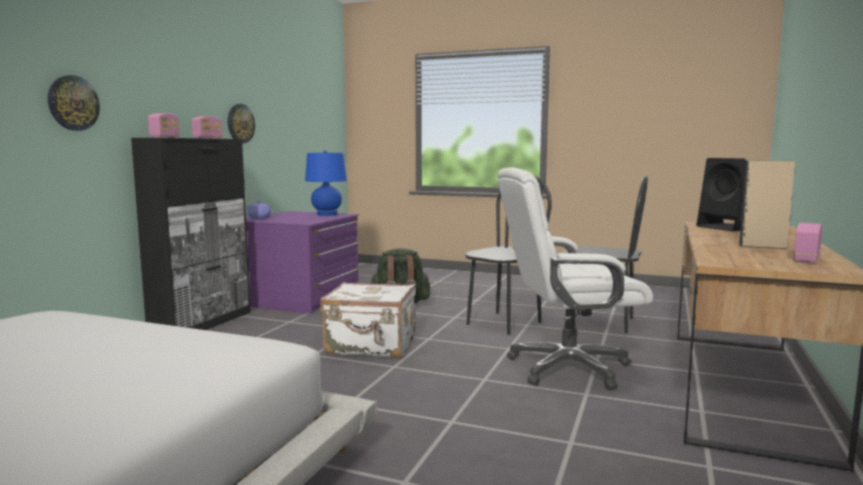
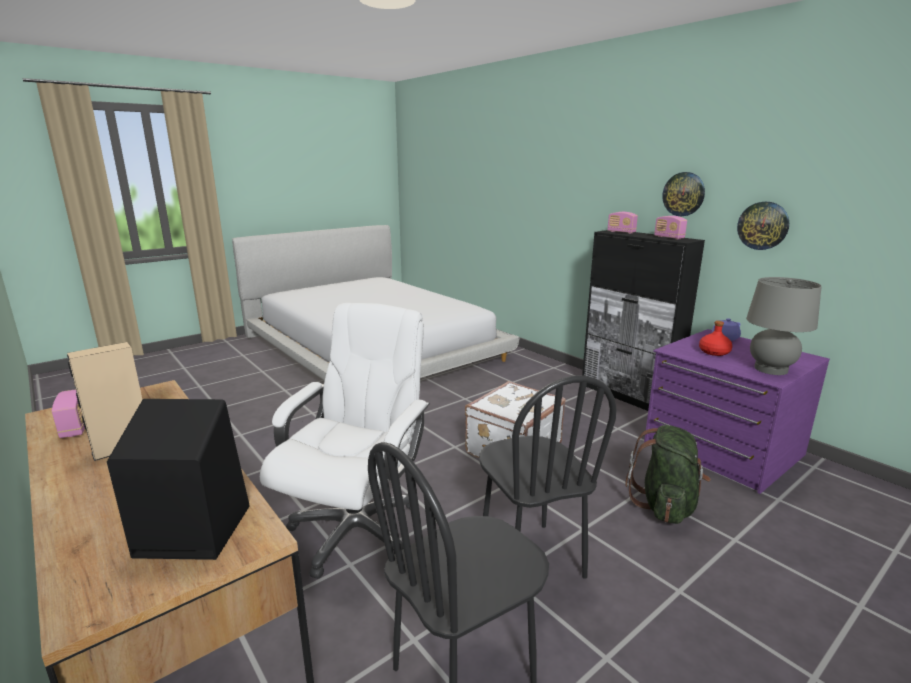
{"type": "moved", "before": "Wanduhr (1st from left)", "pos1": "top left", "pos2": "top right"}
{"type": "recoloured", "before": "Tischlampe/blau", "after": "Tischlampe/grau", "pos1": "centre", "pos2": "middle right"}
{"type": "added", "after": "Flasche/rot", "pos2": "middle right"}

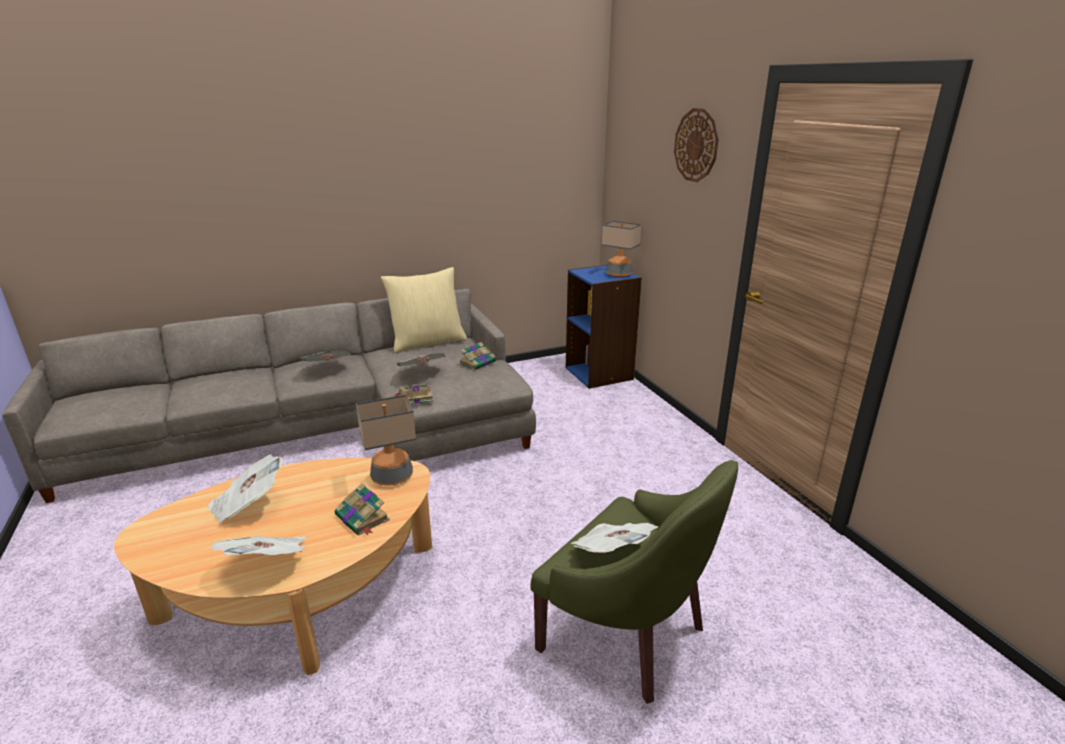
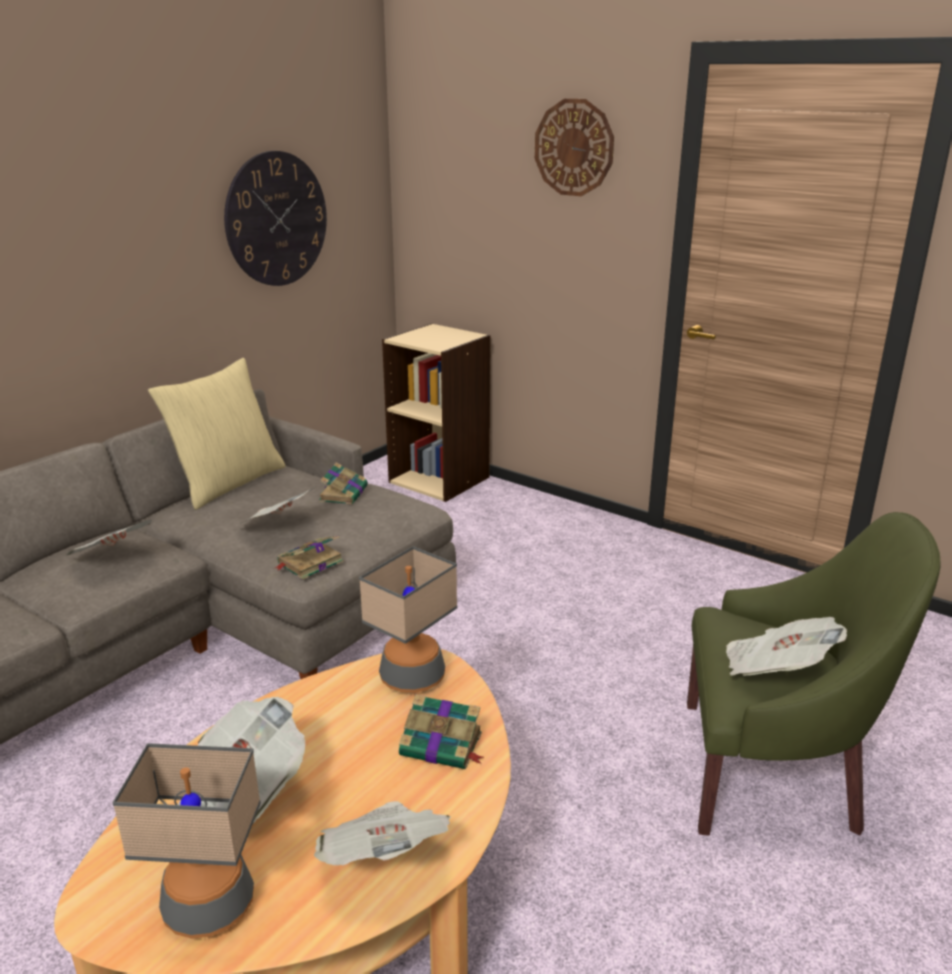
{"type": "moved", "before": "Tischlampe (2nd from left in the first image)", "after": "Tischlampe (1st from left)", "pos1": "centre", "pos2": "bottom left"}
{"type": "recoloured", "before": "Bücherregal/blau", "after": "Bücherregal/beige", "pos1": "centre", "pos2": "centre"}
{"type": "added", "after": "Wanduhr (1st from left)", "pos2": "top left"}

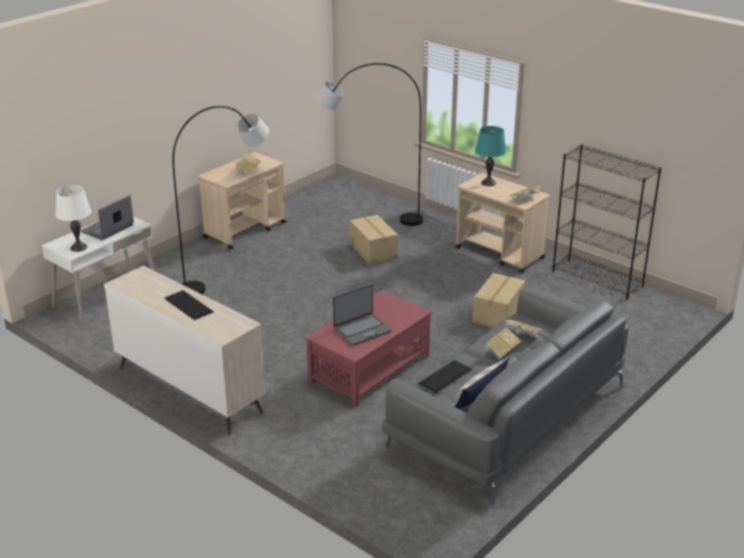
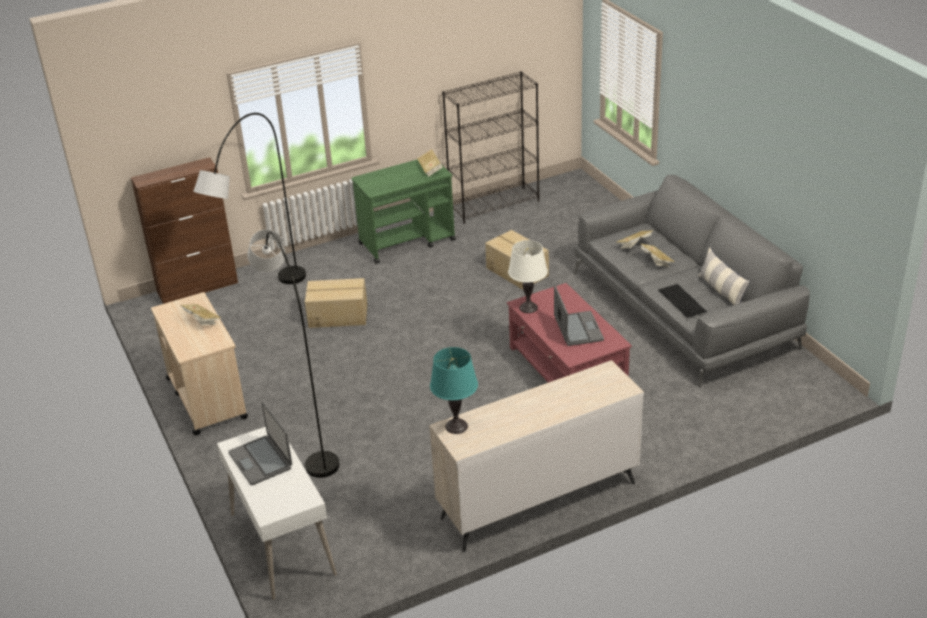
{"type": "moved", "before": "Tischlampe/türkis", "pos1": "top centre", "pos2": "centre"}
{"type": "recoloured", "before": "Rollwagen/beige (2nd from left)", "after": "Rollwagen/grün", "pos1": "middle right", "pos2": "centre"}
{"type": "moved", "before": "Tischlampe/weiß", "pos1": "middle left", "pos2": "centre"}
{"type": "removed", "before": "Tastatur (1st from left)", "pos1": "middle left"}
{"type": "added", "after": "Schrank/braun", "pos2": "middle left"}

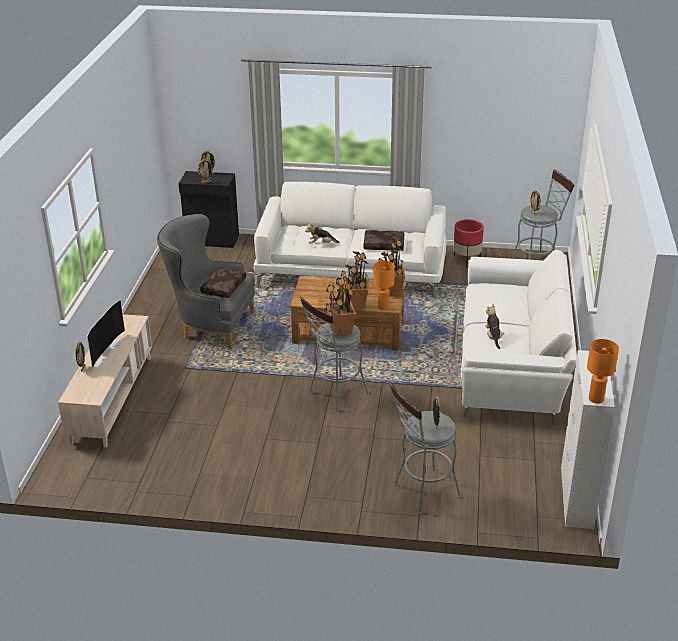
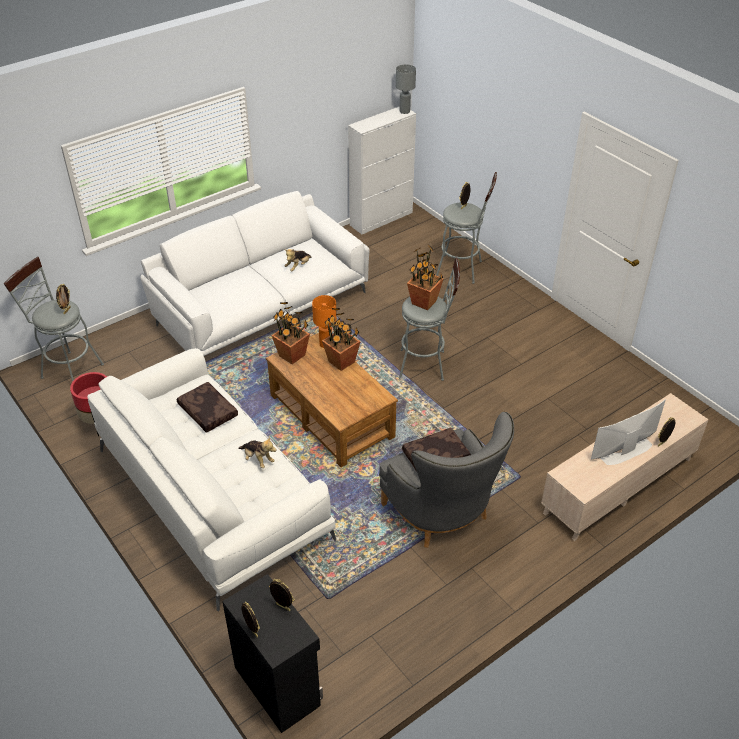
{"type": "recoloured", "before": "Tischlampe/orange (2nd from left)", "after": "Tischlampe/grau", "pos1": "middle right", "pos2": "top centre"}

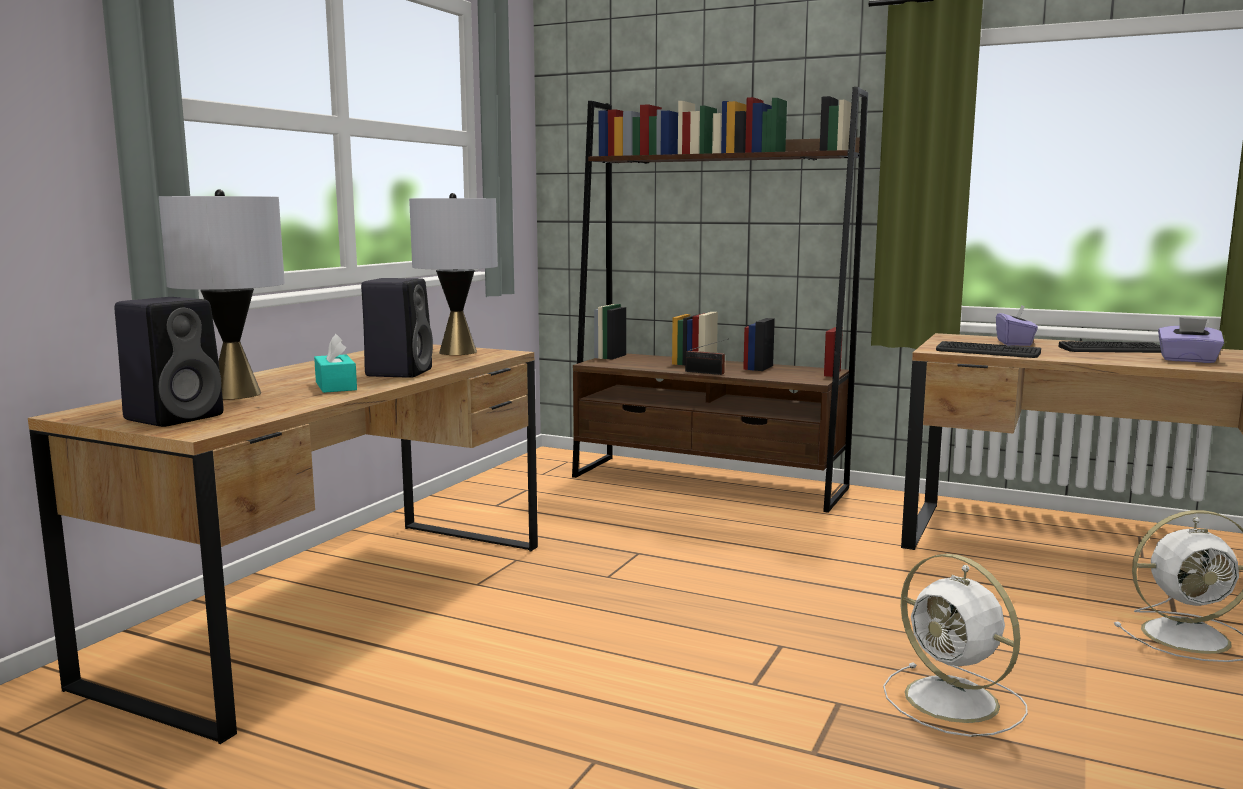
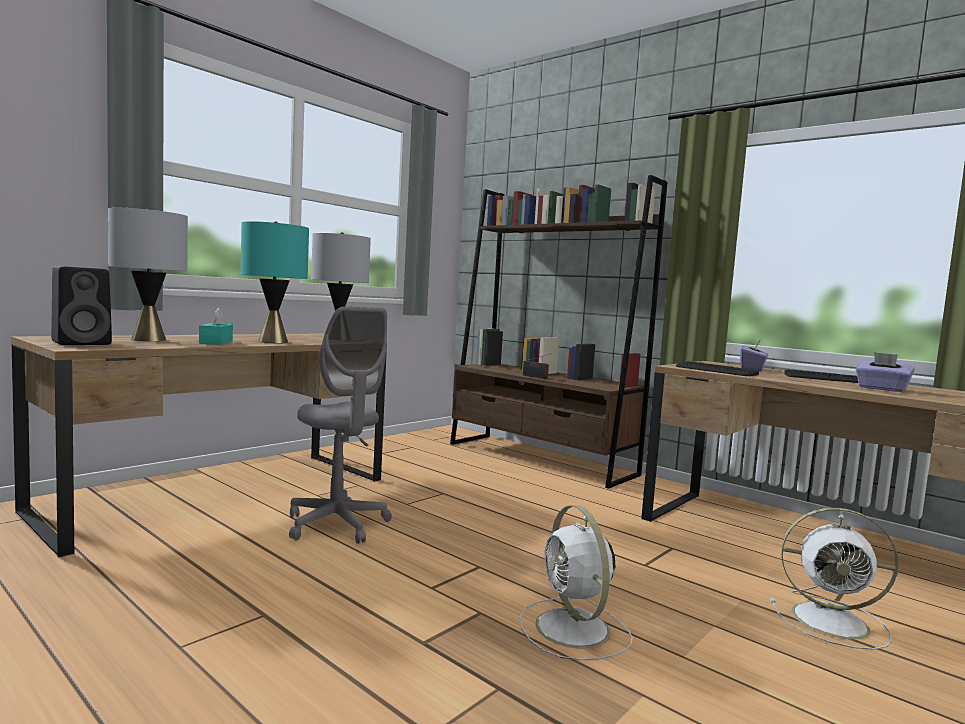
{"type": "replaced", "before": "Lautsprecher/schwarz (2nd from left)", "after": "Tischlampe/türkis", "pos1": "middle left", "pos2": "middle left"}
{"type": "added", "after": "Bürostuhl/grau", "pos2": "centre"}

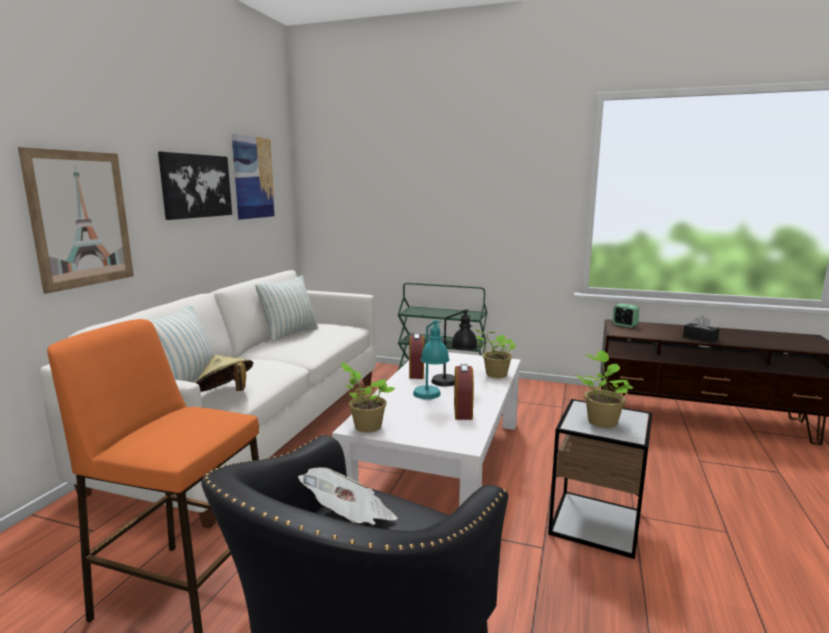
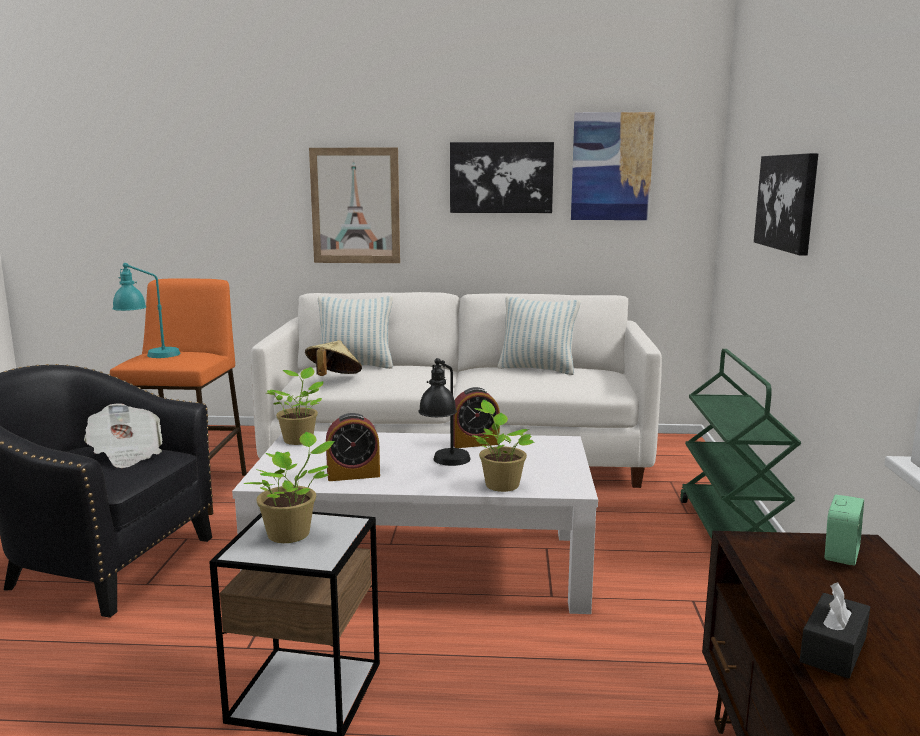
{"type": "moved", "before": "Tischlampe/türkis", "pos1": "centre", "pos2": "middle left"}
{"type": "added", "after": "Bild (4th from left)", "pos2": "top right"}

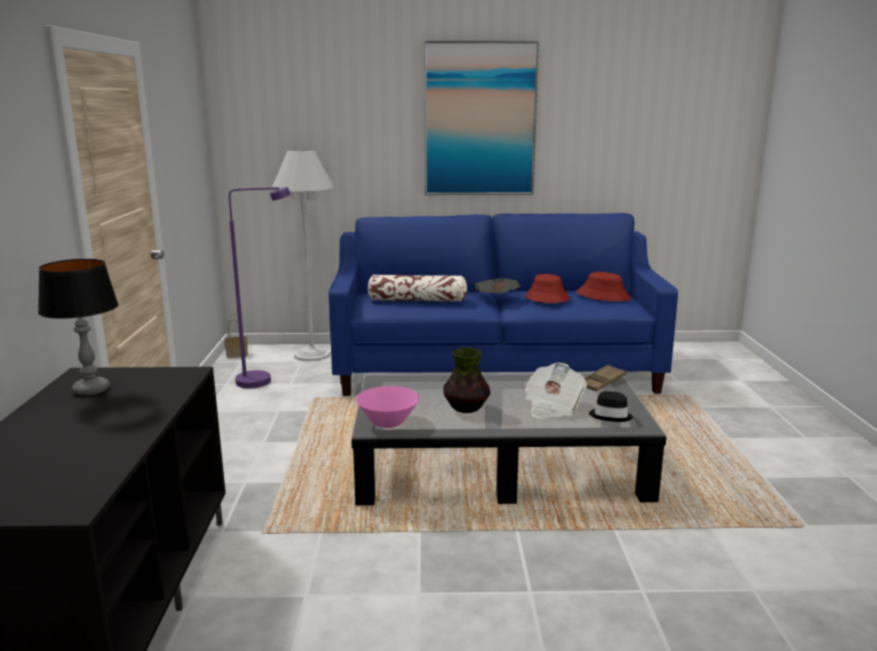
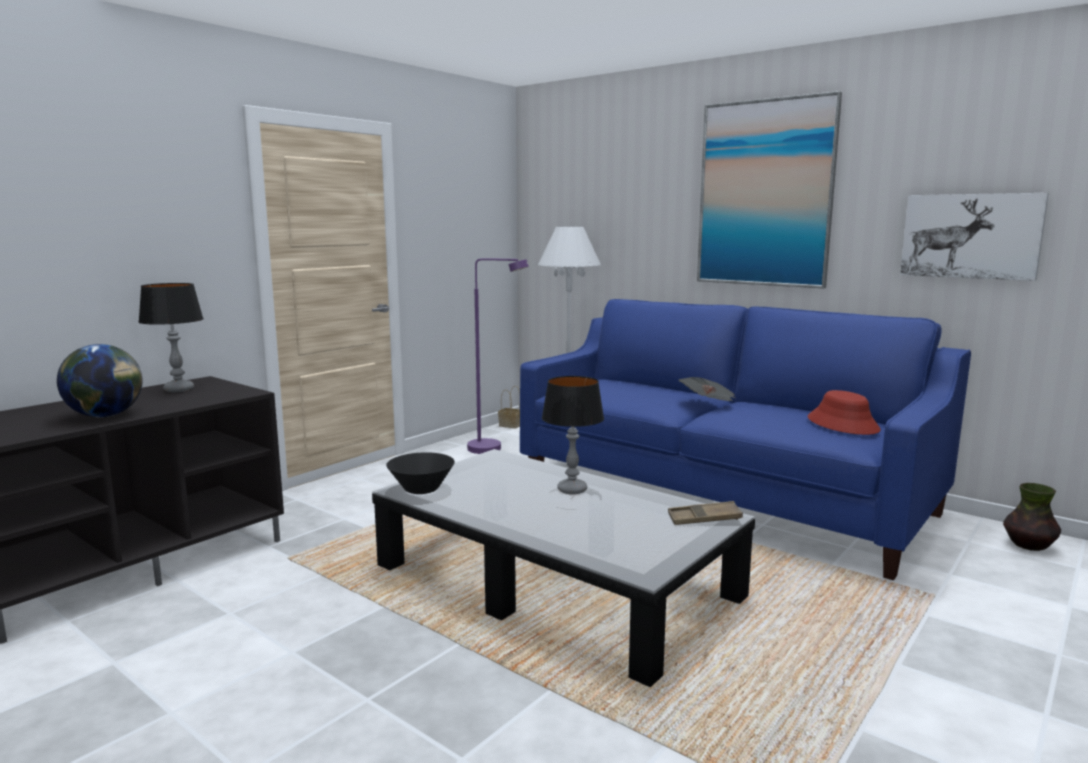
{"type": "removed", "before": "Kissen", "pos1": "centre"}
{"type": "removed", "before": "Hut/rot (1st from left)", "pos1": "centre"}
{"type": "moved", "before": "Vase", "pos1": "centre", "pos2": "bottom right"}
{"type": "removed", "before": "Zeitung (2nd from left)", "pos1": "centre"}
{"type": "recoloured", "before": "Schüssel/rosa", "after": "Schüssel/schwarz", "pos1": "centre", "pos2": "centre"}
{"type": "removed", "before": "Hut/schwarz", "pos1": "middle right"}
{"type": "added", "after": "Bild (2nd from left)", "pos2": "top right"}
{"type": "added", "after": "Globus", "pos2": "middle left"}
{"type": "added", "after": "Tischlampe (2nd from left)", "pos2": "centre"}

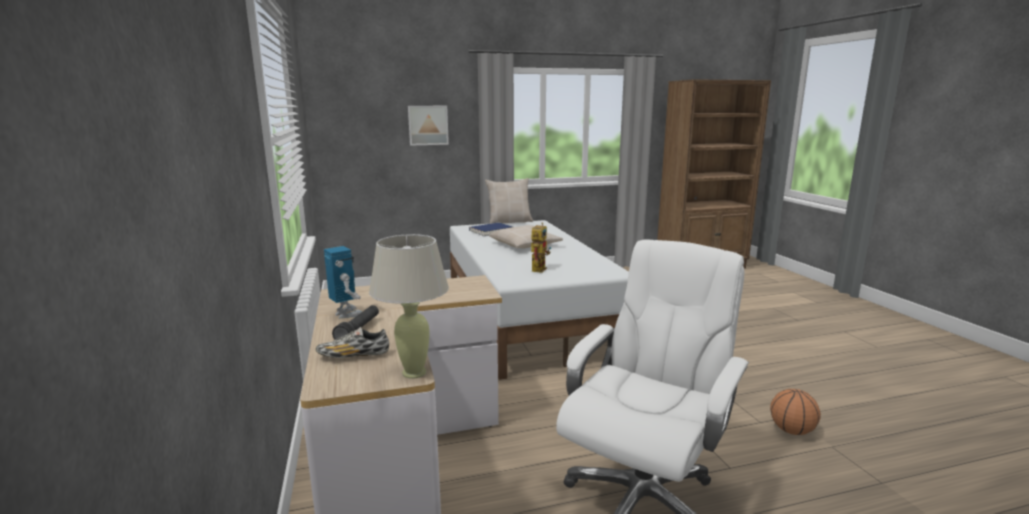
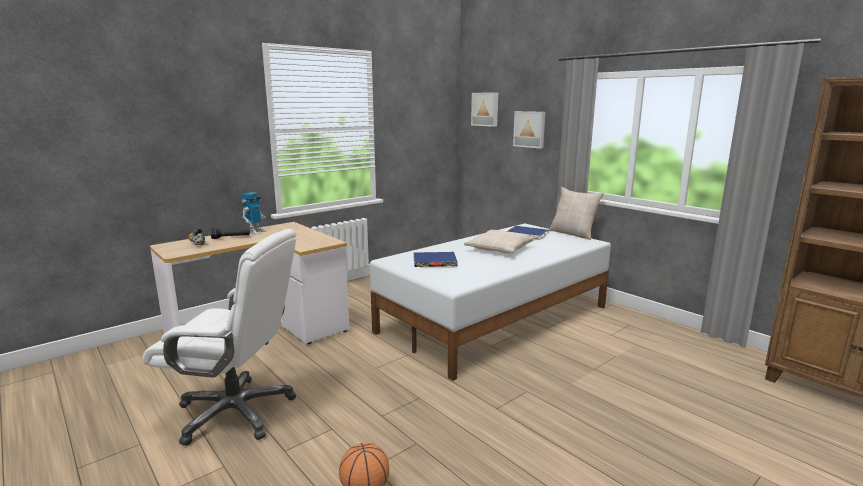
{"type": "replaced", "before": "Spielzeugroboter (2nd from left)", "after": "Buch/blau (1st from left)", "pos1": "centre", "pos2": "centre"}
{"type": "removed", "before": "Tischlampe/beige", "pos1": "centre"}
{"type": "added", "after": "Bild (1st from left)", "pos2": "top centre"}

